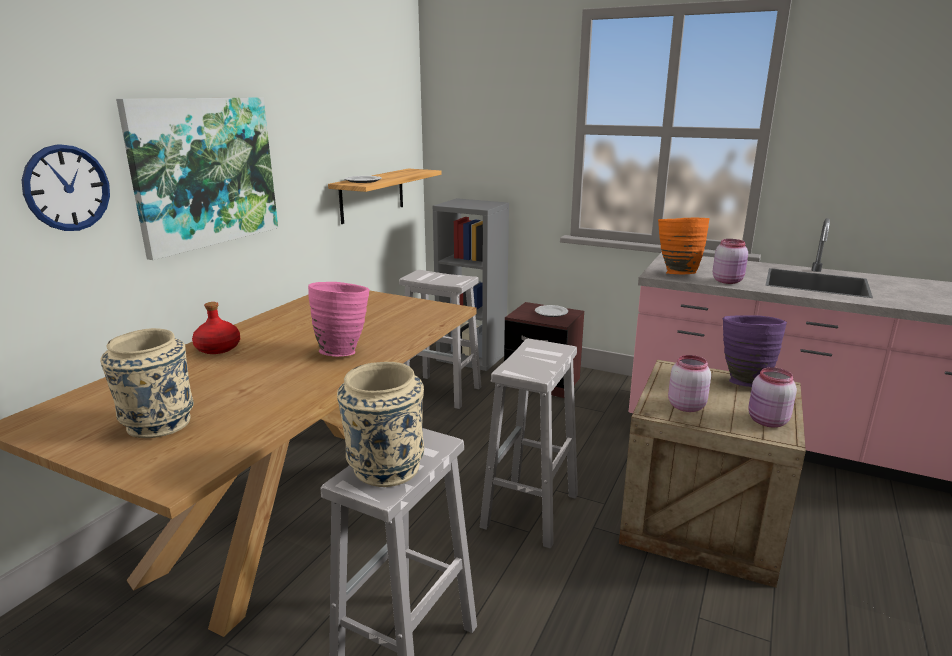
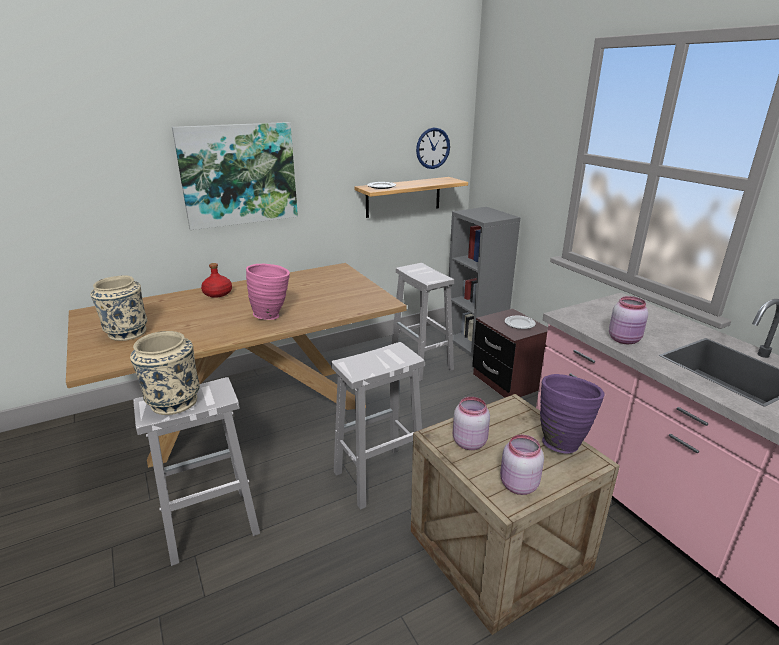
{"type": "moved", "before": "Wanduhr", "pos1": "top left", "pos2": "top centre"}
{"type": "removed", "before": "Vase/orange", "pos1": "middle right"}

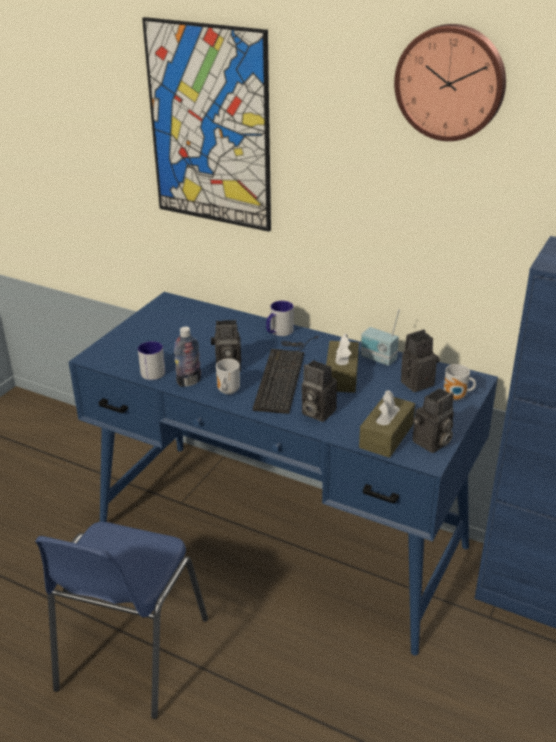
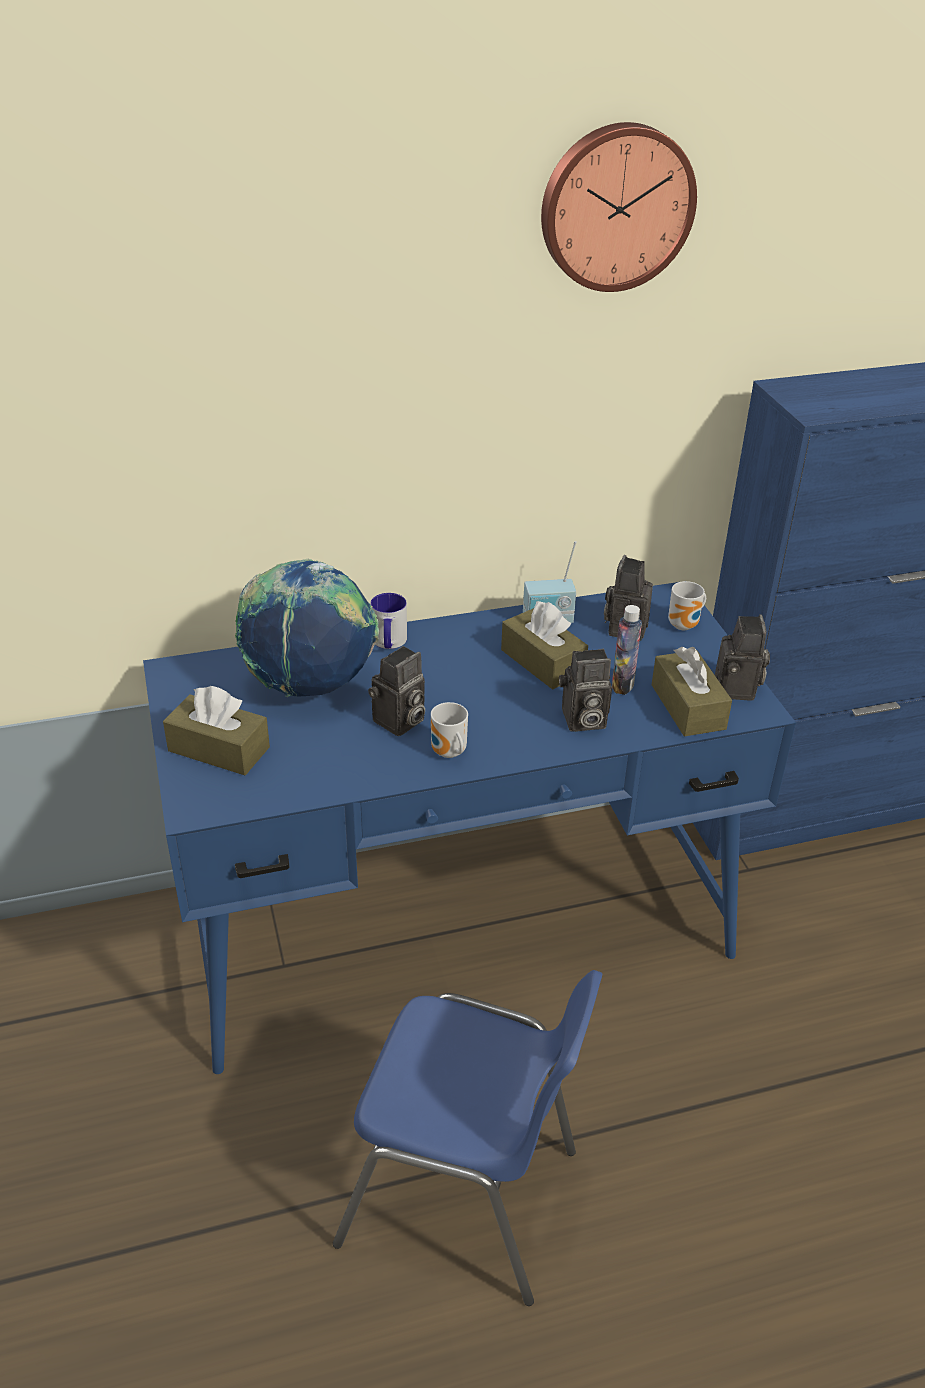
{"type": "removed", "before": "Bild", "pos1": "top centre"}
{"type": "moved", "before": "Flasche", "pos1": "centre", "pos2": "middle right"}
{"type": "removed", "before": "Tastatur", "pos1": "centre"}
{"type": "removed", "before": "Henkelbecher (1st from left)", "pos1": "middle left"}
{"type": "turned", "before": "Stuhl/blau", "pos1": "bottom left", "pos2": "bottom centre", "turn": -45}
{"type": "added", "after": "Globus", "pos2": "middle left"}
{"type": "added", "after": "Taschentuchbox/braun (1st from left)", "pos2": "middle left"}

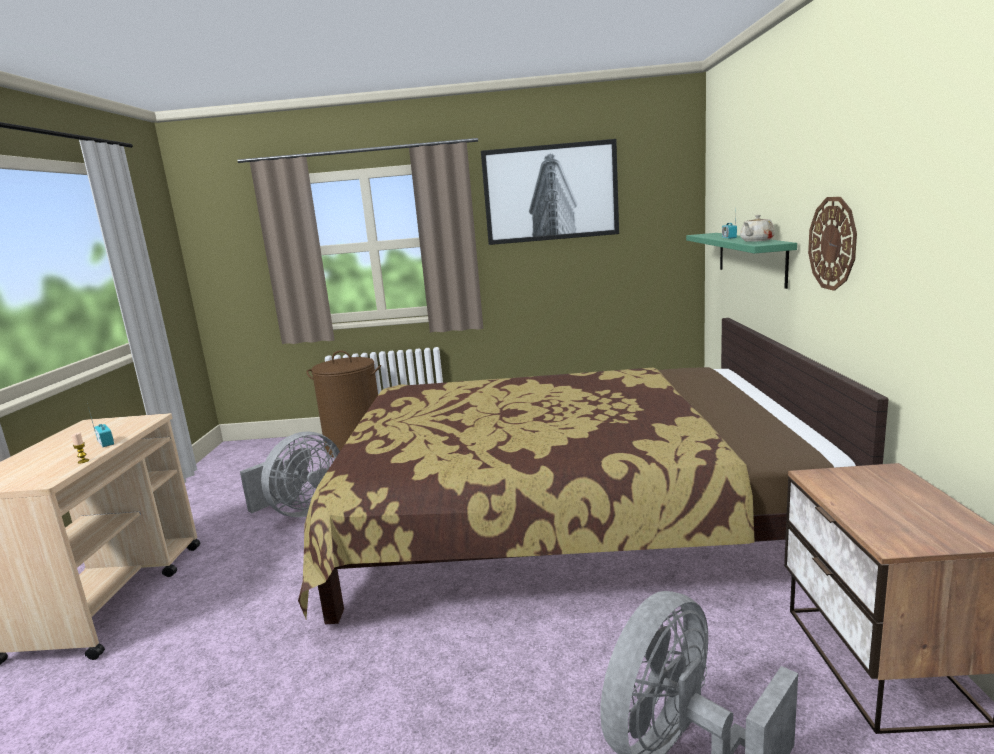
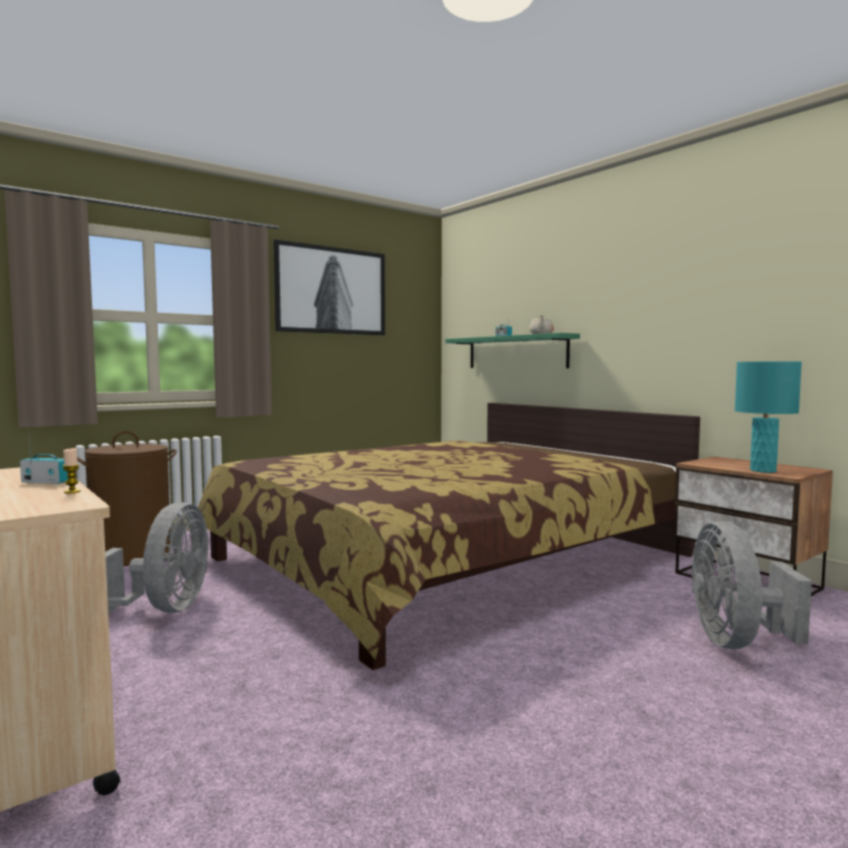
{"type": "removed", "before": "Wanduhr", "pos1": "top right"}
{"type": "added", "after": "Tischlampe/türkis", "pos2": "middle right"}

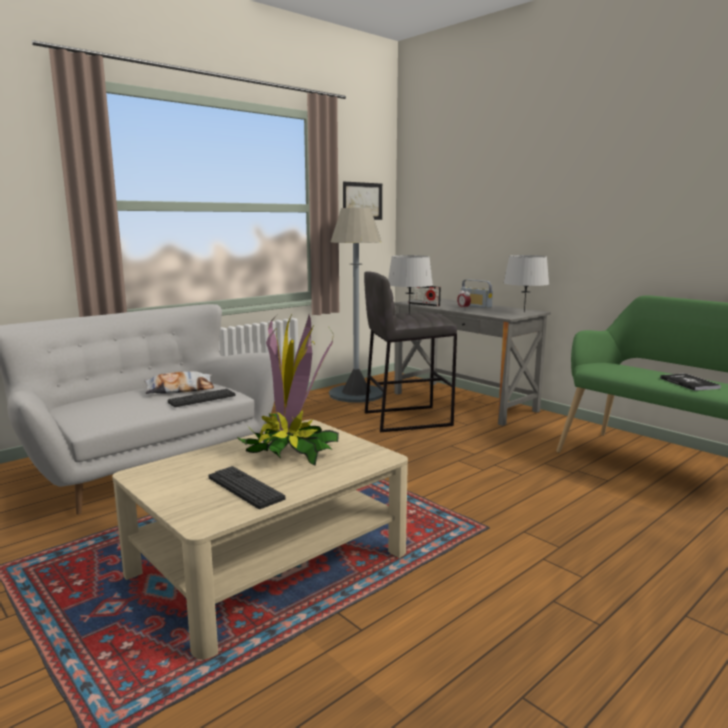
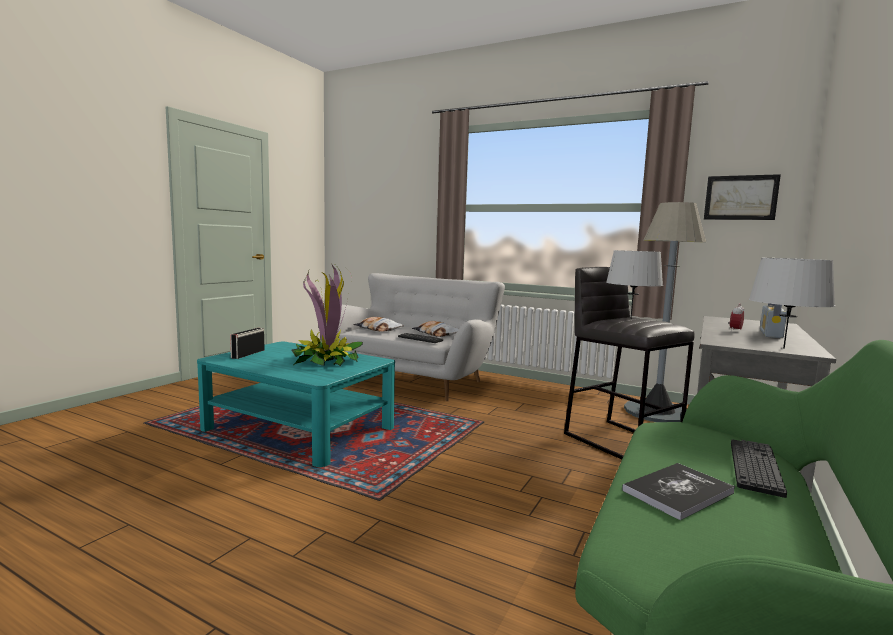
{"type": "moved", "before": "Radio (1st from left)", "pos1": "centre", "pos2": "middle left"}
{"type": "recoloured", "before": "Couchtisch/beige", "after": "Couchtisch/türkis", "pos1": "bottom centre", "pos2": "middle left"}
{"type": "moved", "before": "Tastatur (2nd from left)", "pos1": "bottom centre", "pos2": "bottom right"}
{"type": "added", "after": "Kissen (1st from left)", "pos2": "centre"}

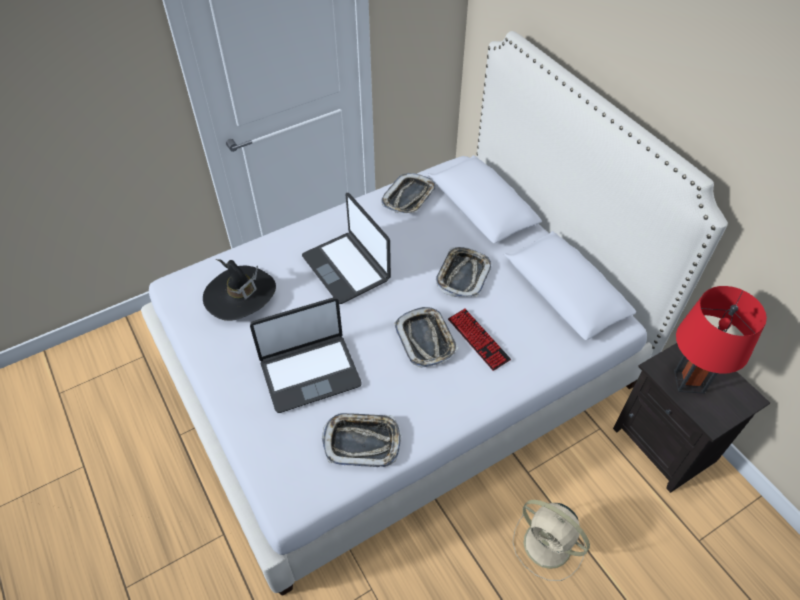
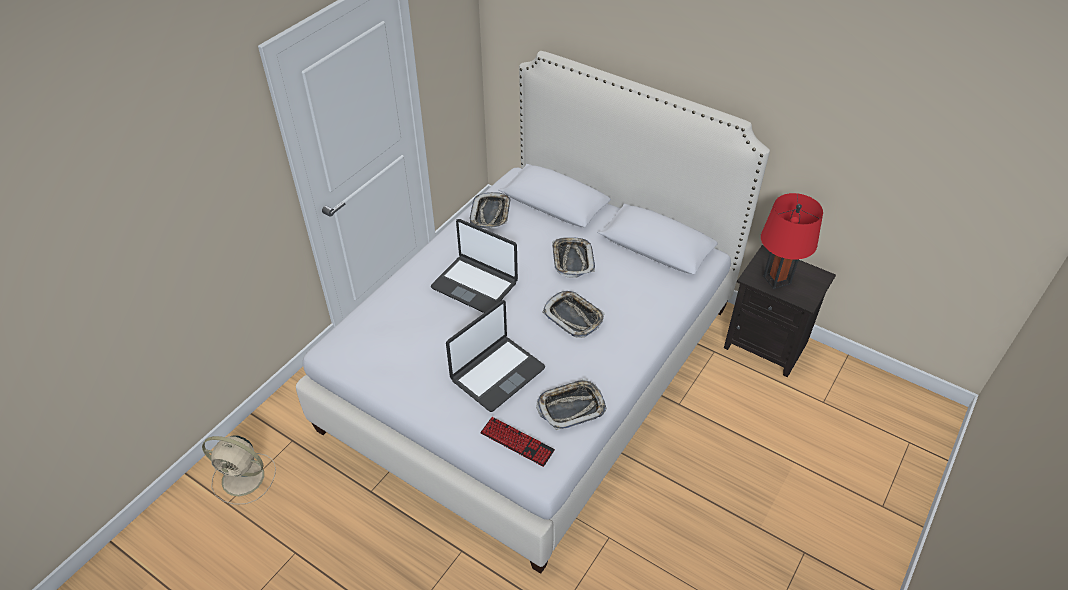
{"type": "removed", "before": "Hut/schwarz", "pos1": "middle left"}
{"type": "moved", "before": "Tastatur", "pos1": "centre", "pos2": "bottom centre"}
{"type": "moved", "before": "Ventilator/beige", "pos1": "bottom right", "pos2": "bottom left"}

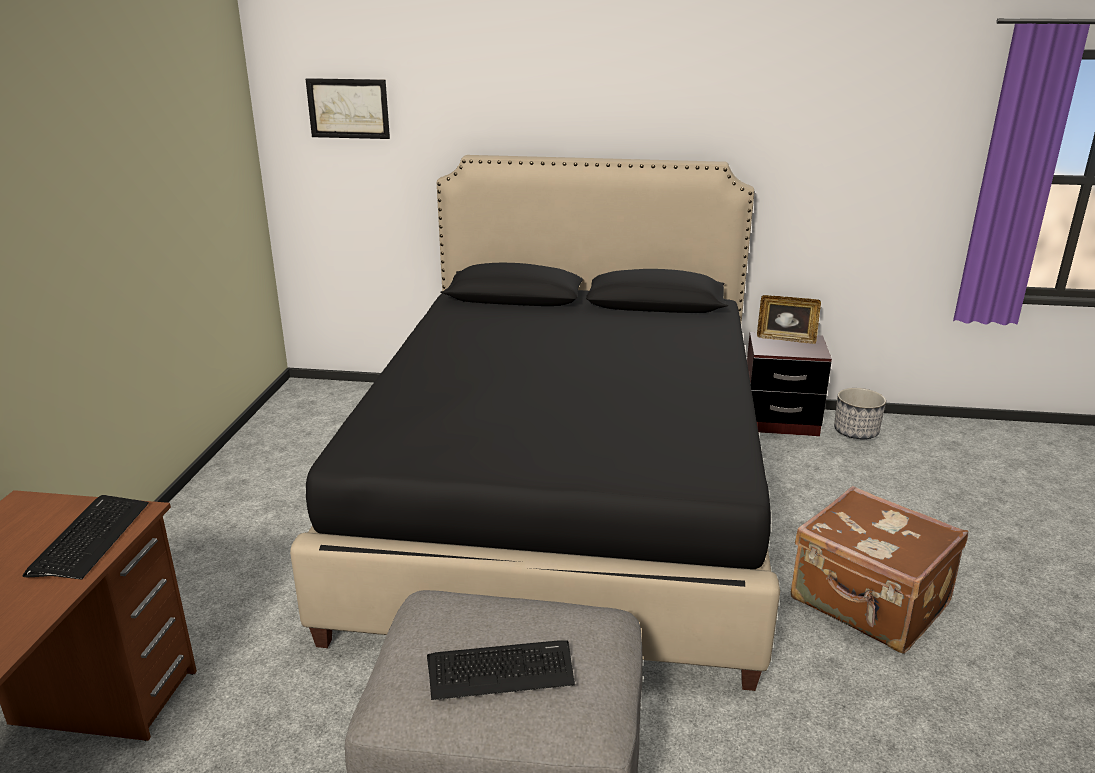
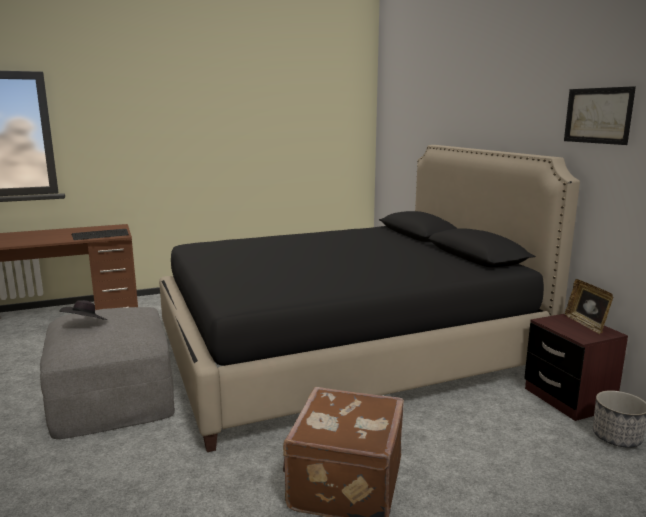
{"type": "moved", "before": "Bild", "pos1": "top left", "pos2": "top right"}
{"type": "replaced", "before": "Tastatur (2nd from left)", "after": "Hut/schwarz", "pos1": "bottom centre", "pos2": "middle left"}

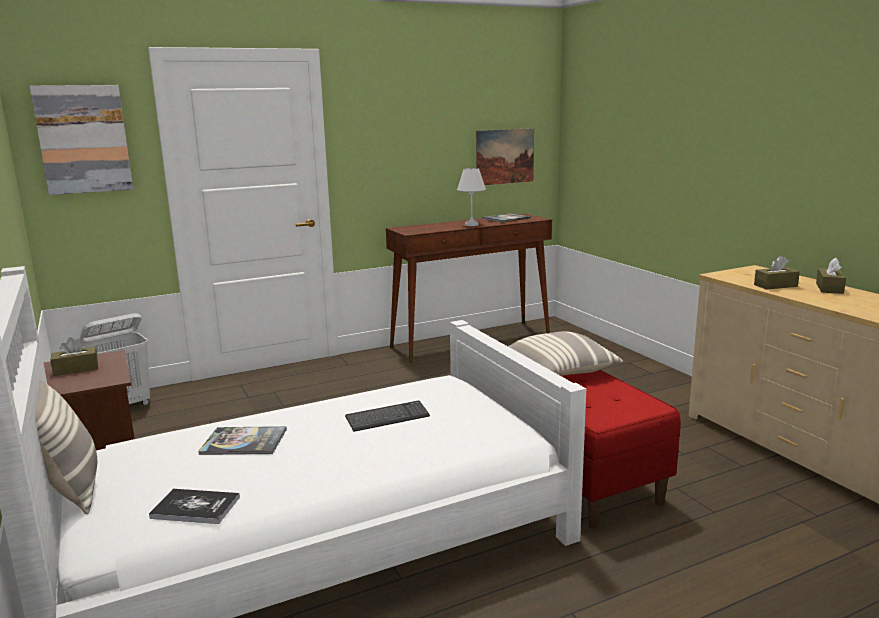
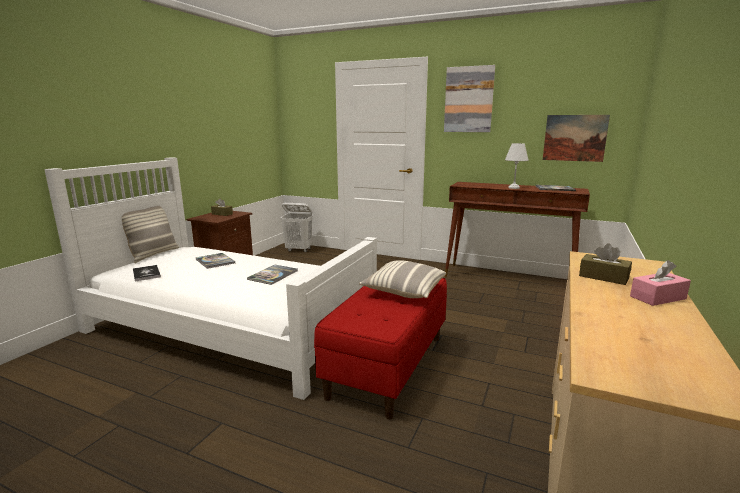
{"type": "moved", "before": "Bild (1st from left)", "pos1": "top left", "pos2": "top centre"}
{"type": "recoloured", "before": "Taschentuchbox/braun (3rd from left)", "after": "Taschentuchbox/rosa", "pos1": "middle right", "pos2": "middle right"}
{"type": "replaced", "before": "Tastatur", "after": "Buch (3rd from left)", "pos1": "bottom centre", "pos2": "centre"}

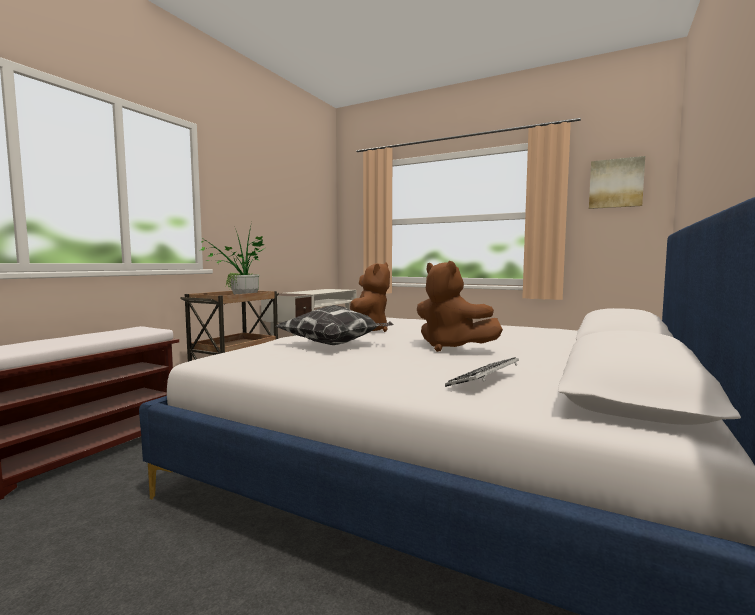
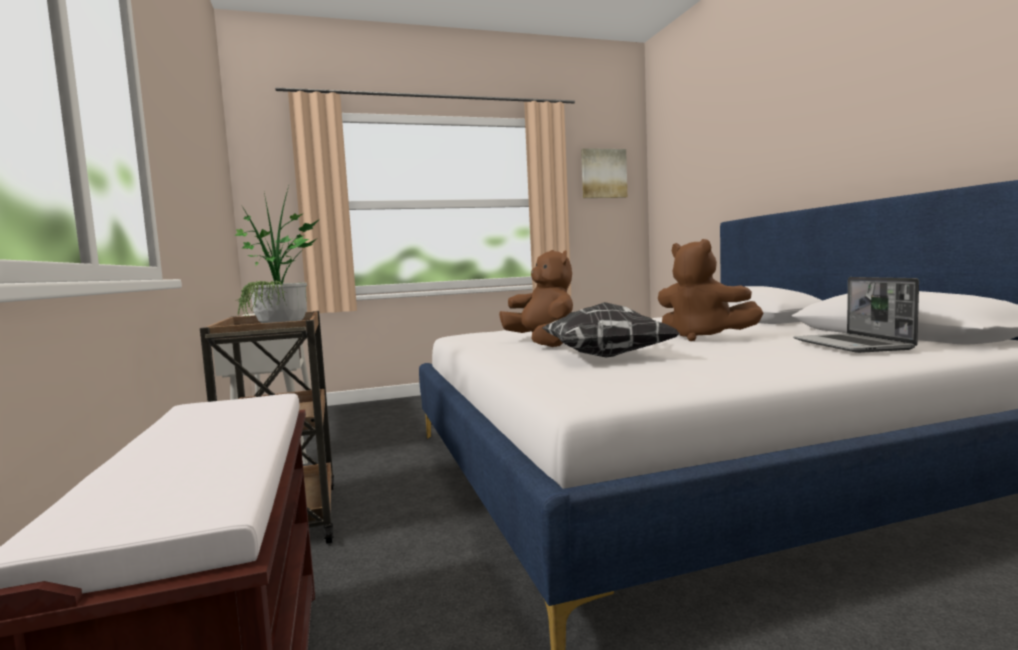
{"type": "turned", "before": "Plüschtier/braun (2nd from left)", "pos1": "centre", "pos2": "middle right", "turn": 45}
{"type": "replaced", "before": "Tastatur", "after": "Laptop", "pos1": "centre", "pos2": "middle right"}

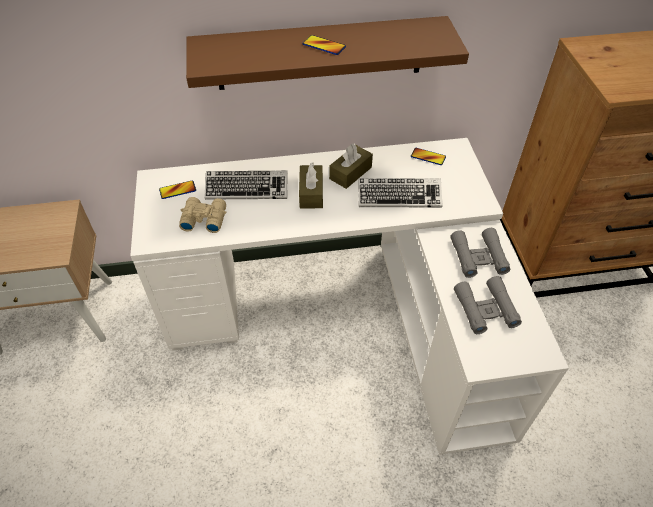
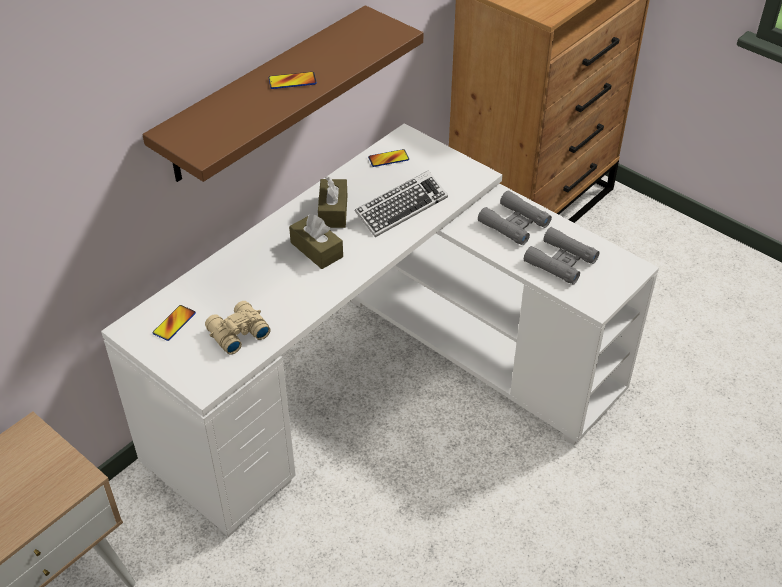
{"type": "removed", "before": "Tastatur (1st from left)", "pos1": "centre"}

